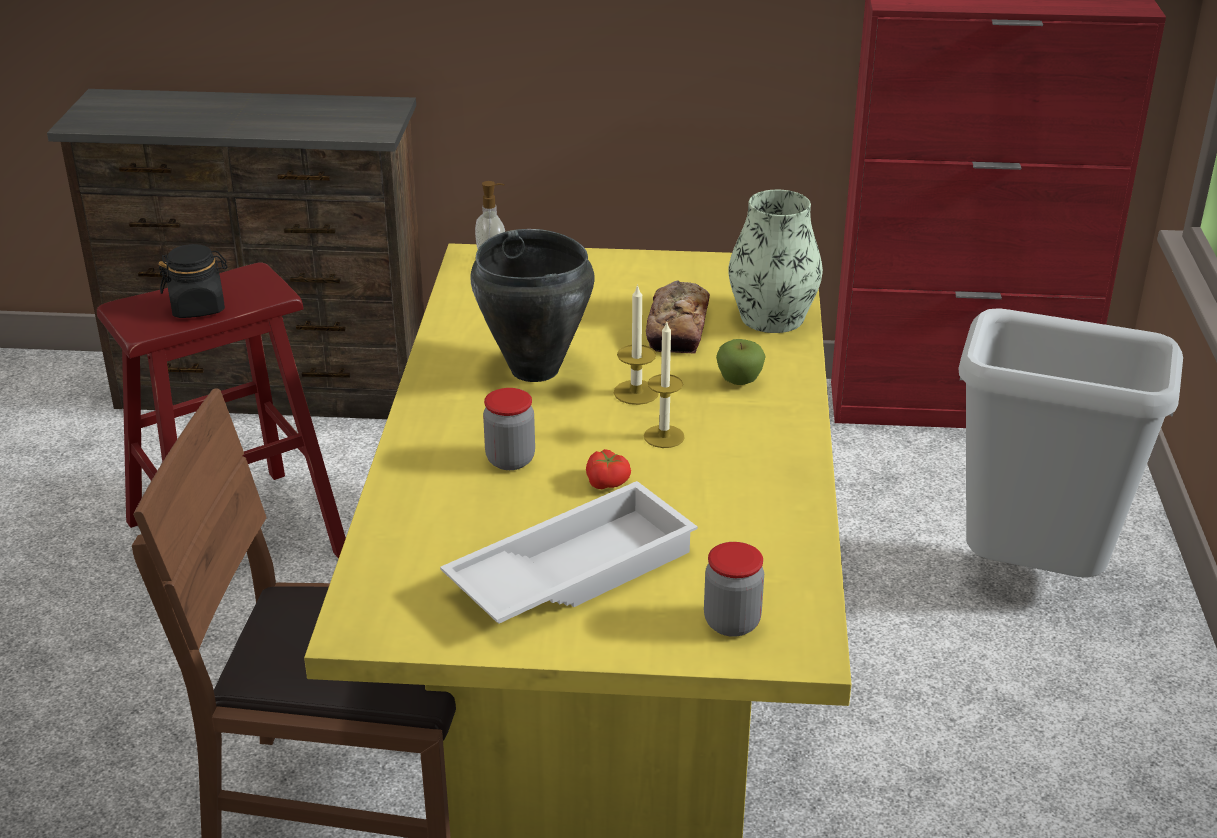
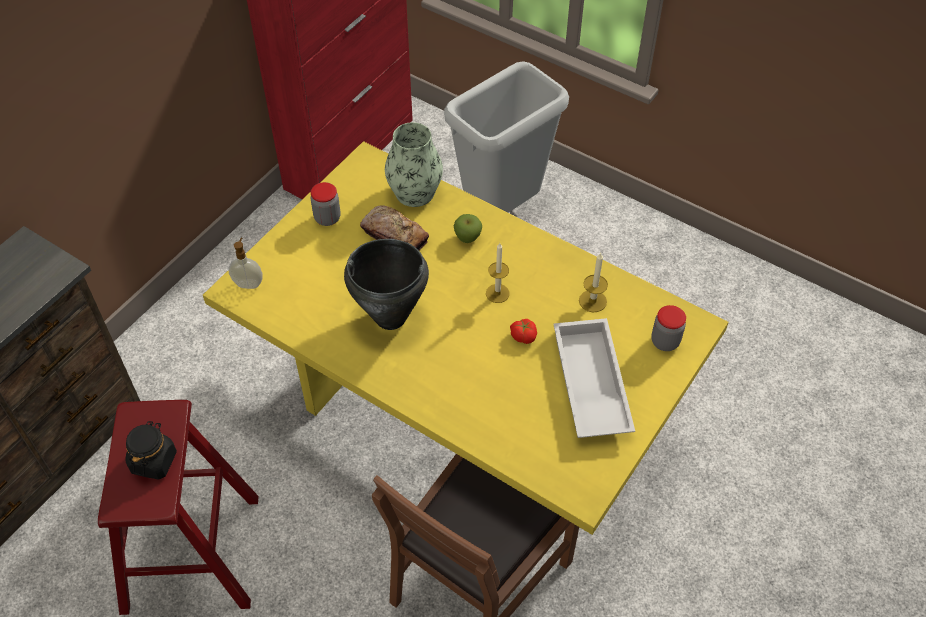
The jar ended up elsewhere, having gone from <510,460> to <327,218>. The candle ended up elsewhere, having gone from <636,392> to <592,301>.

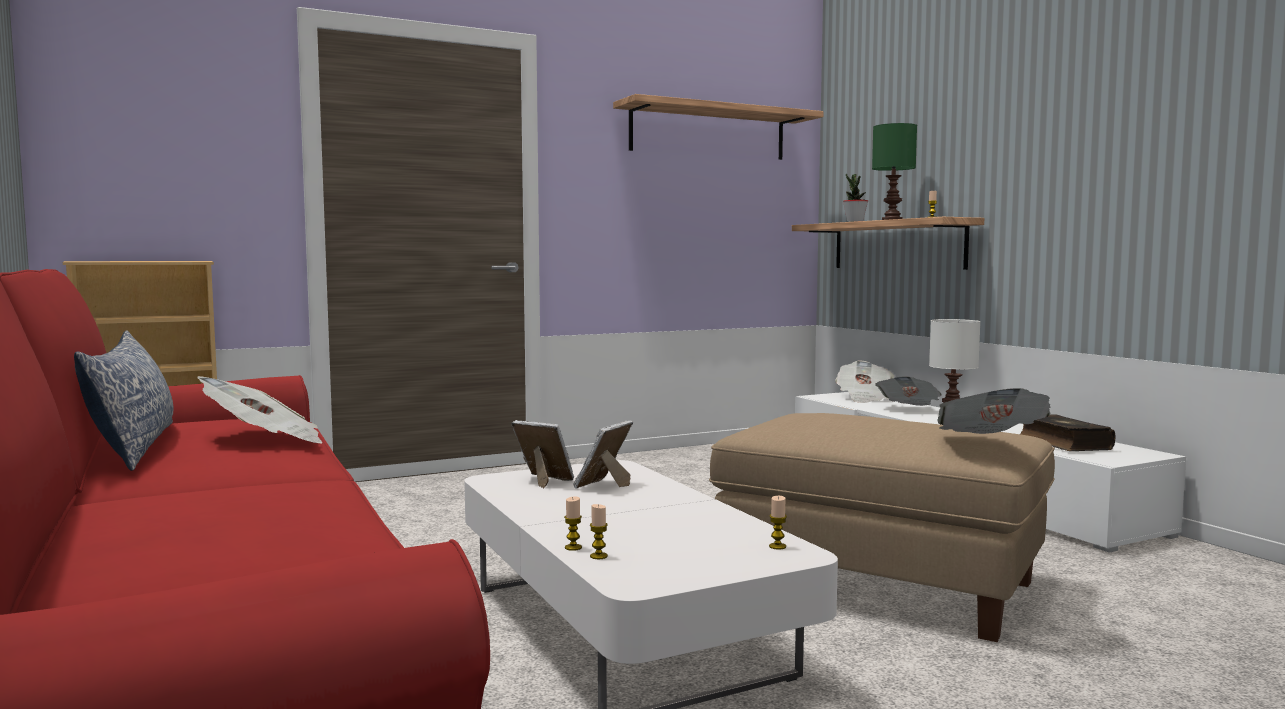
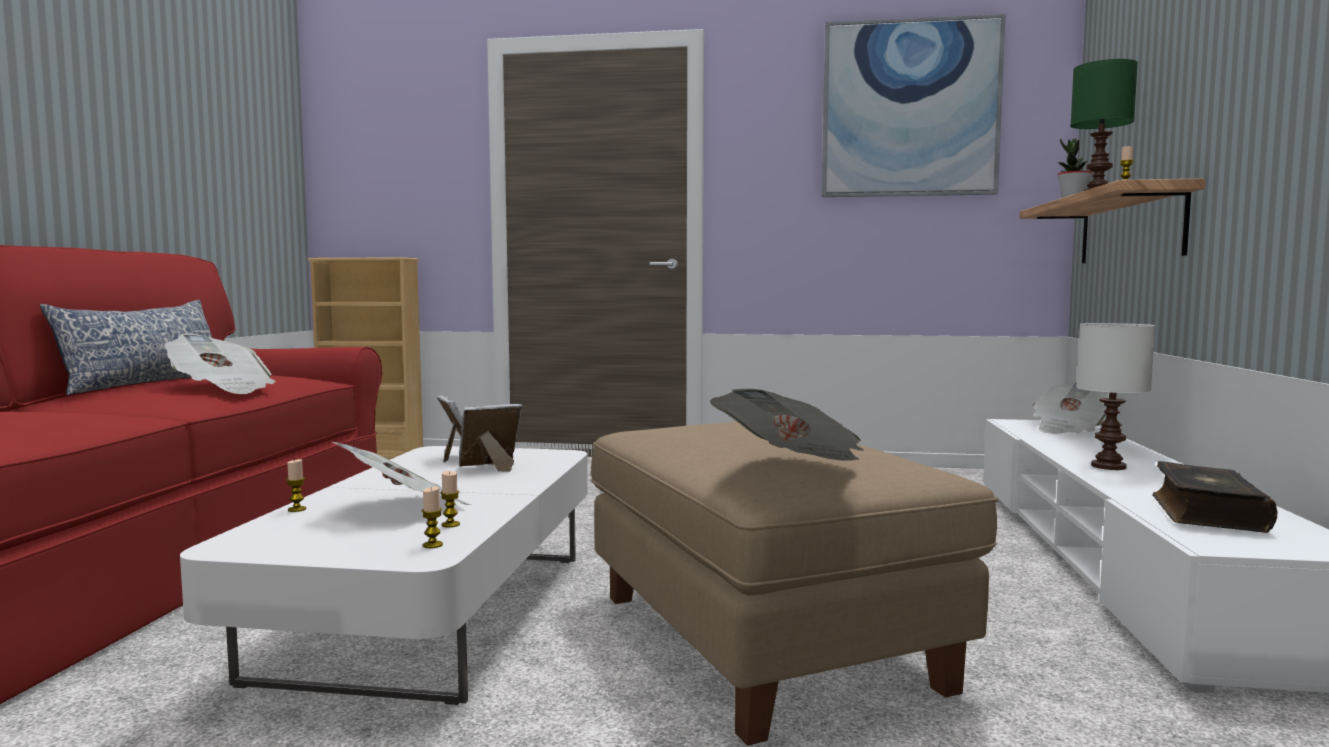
The newspaper ended up elsewhere, having gone from <909,409> to <405,508>. The candle ended up elsewhere, having gone from <598,556> to <450,525>. Where the shelf hung at <708,132>, the picture came to hang at <910,109>.

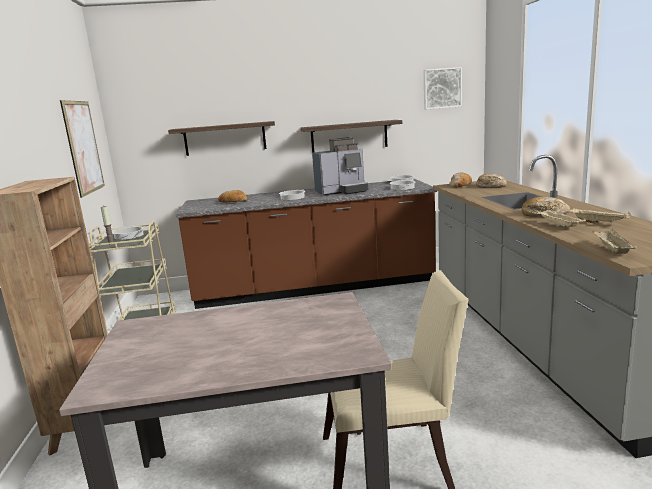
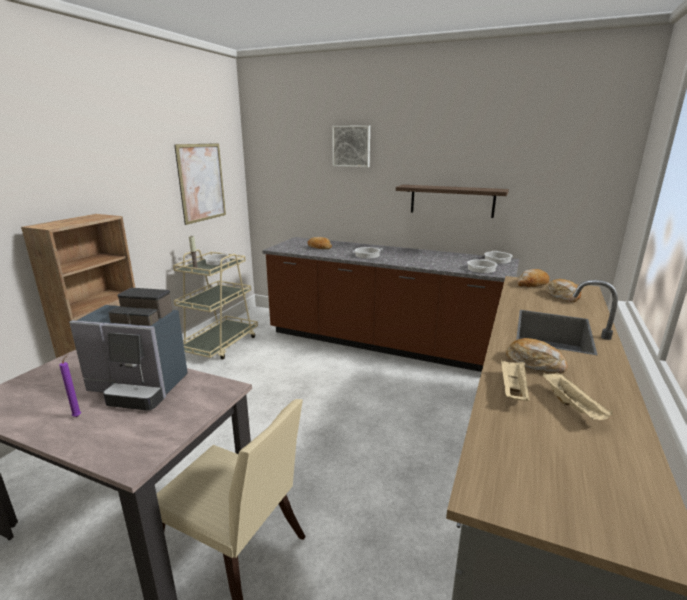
The second view gained the candle (purple) at <78,416>. The coffee machine ended up elsewhere, having gone from <342,191> to <139,388>. The picture ended up elsewhere, having gone from <442,88> to <351,146>. The second view lost the shelf at <225,138>. The second view lost the tray (beige) at <611,250>.

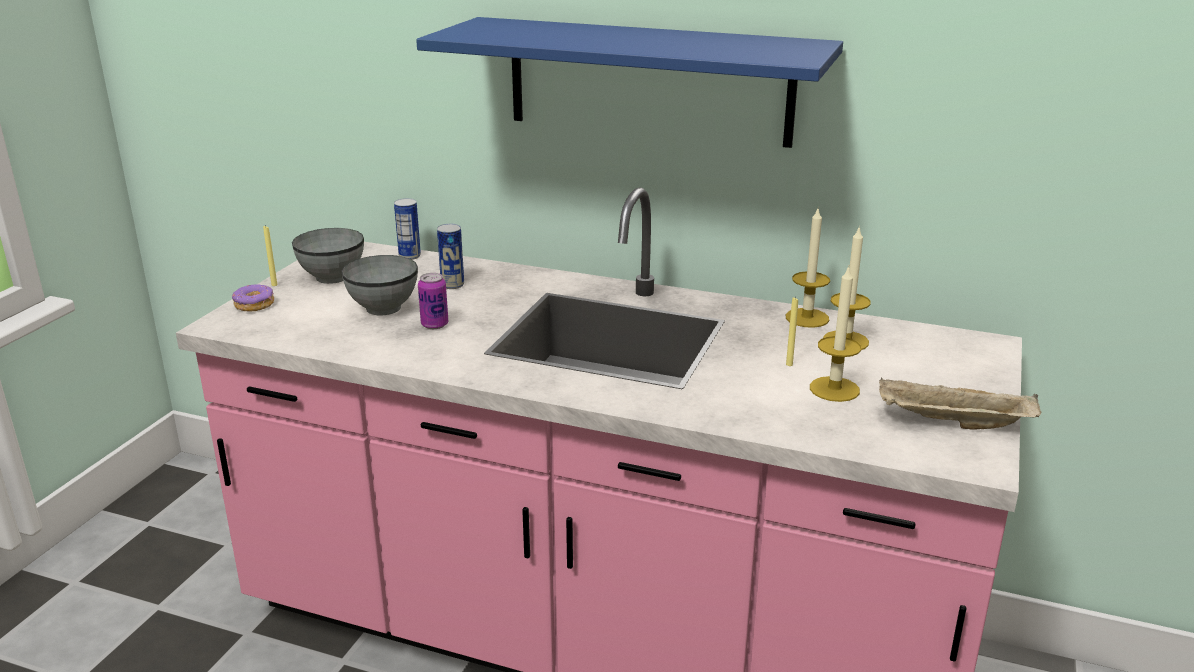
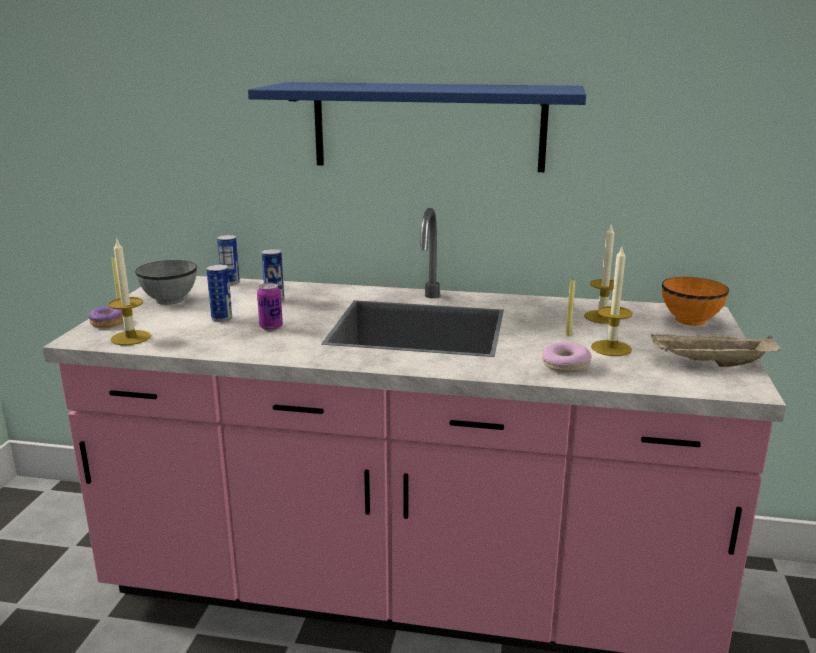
The candle ended up elsewhere, having gone from <807,318> to <130,338>. Where the bowl (grey) stood at <382,308>, the can came to stand at <221,318>. The second view gained the donut at <565,365>. The second view gained the bowl (orange) at <690,320>.

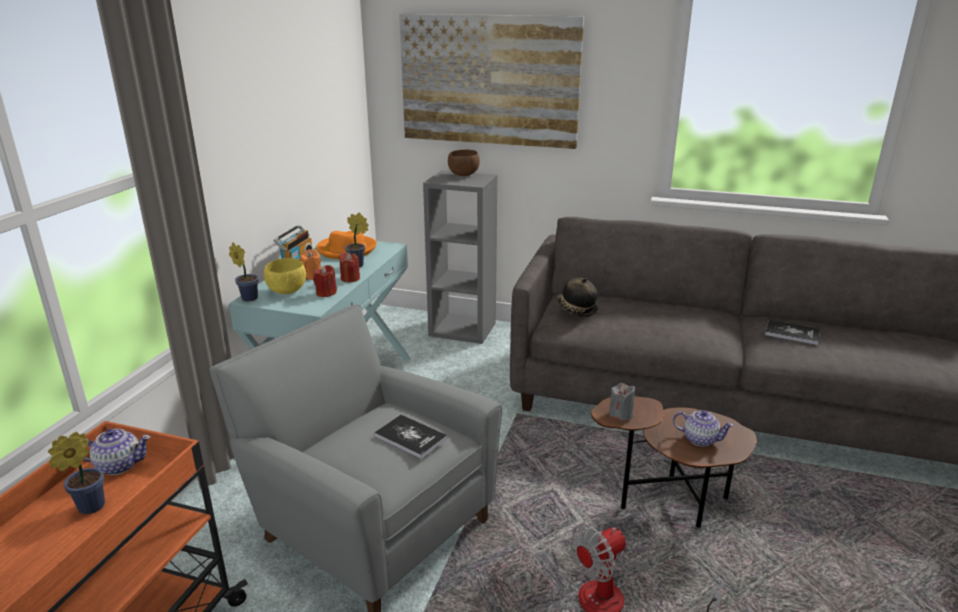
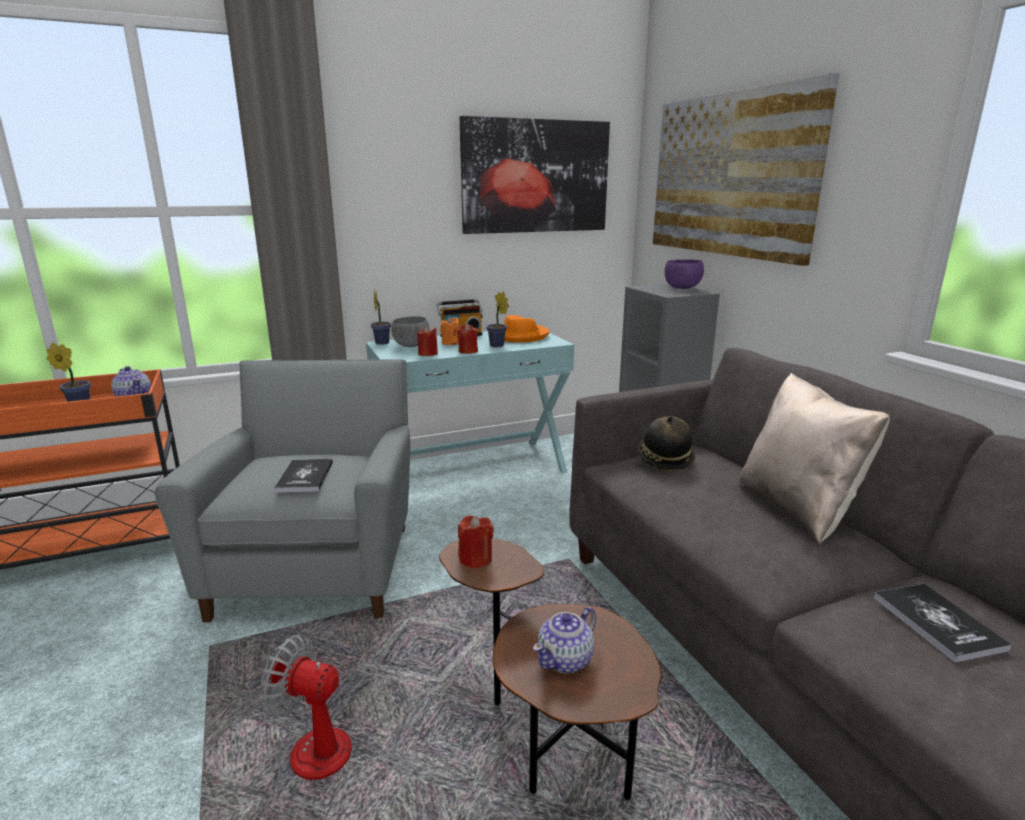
What was the bowl (yellow) at <288,291> turned into the bowl (grey) at <411,346>. What was the candle (grey) at <620,414> turned into the candle (red) at <475,559>. The second view gained the picture at <535,177>. The teapot at <699,439> ended up facing another way, 60 degrees clockwise from before. What was the bowl (brown) at <464,175> turned into the bowl (purple) at <682,288>. The second view gained the pillow (beige) at <797,508>.

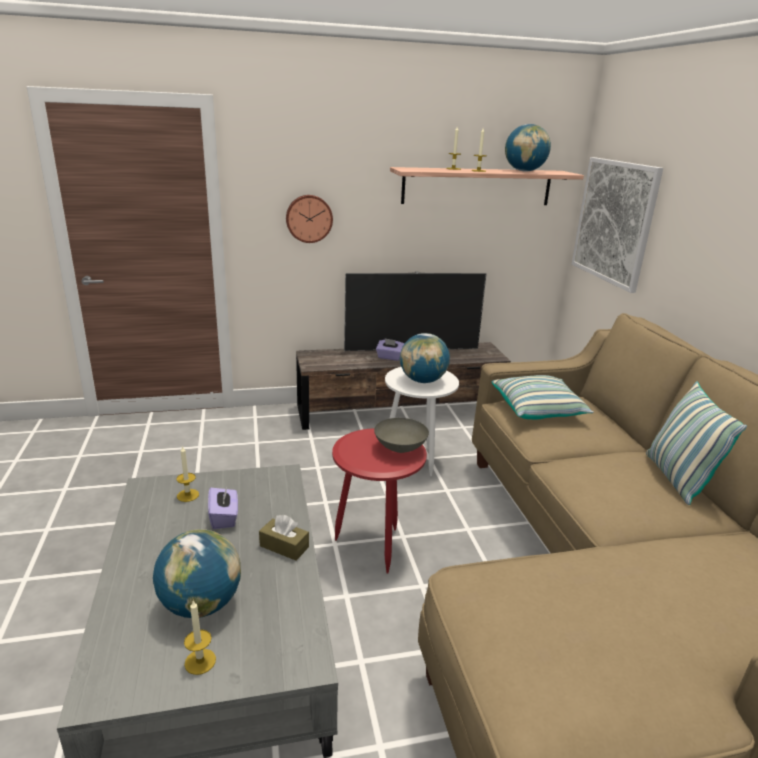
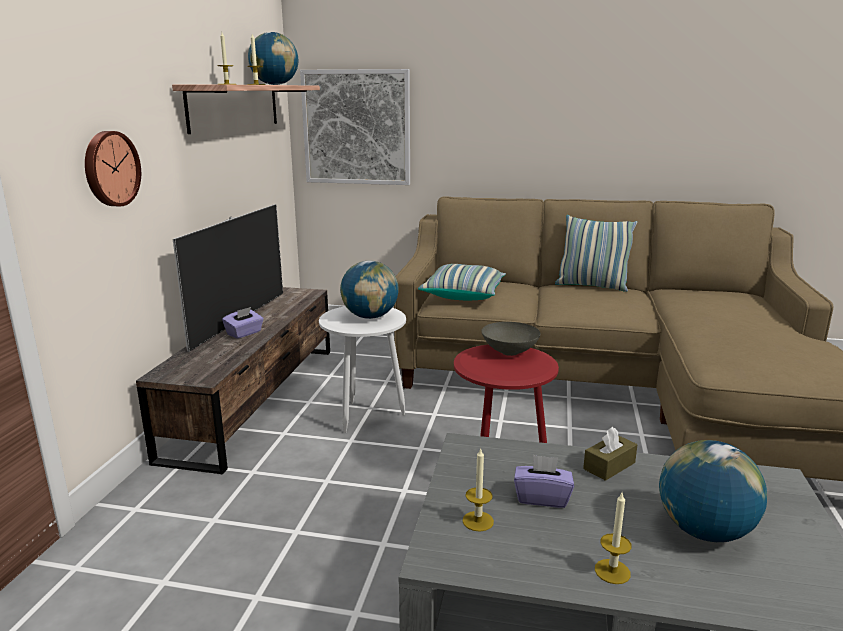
The candle ended up elsewhere, having gone from <200,661> to <612,571>.

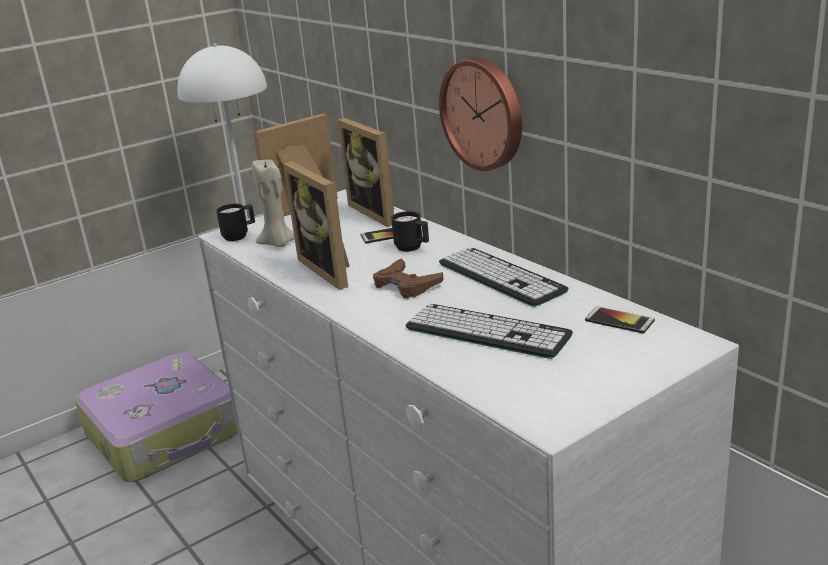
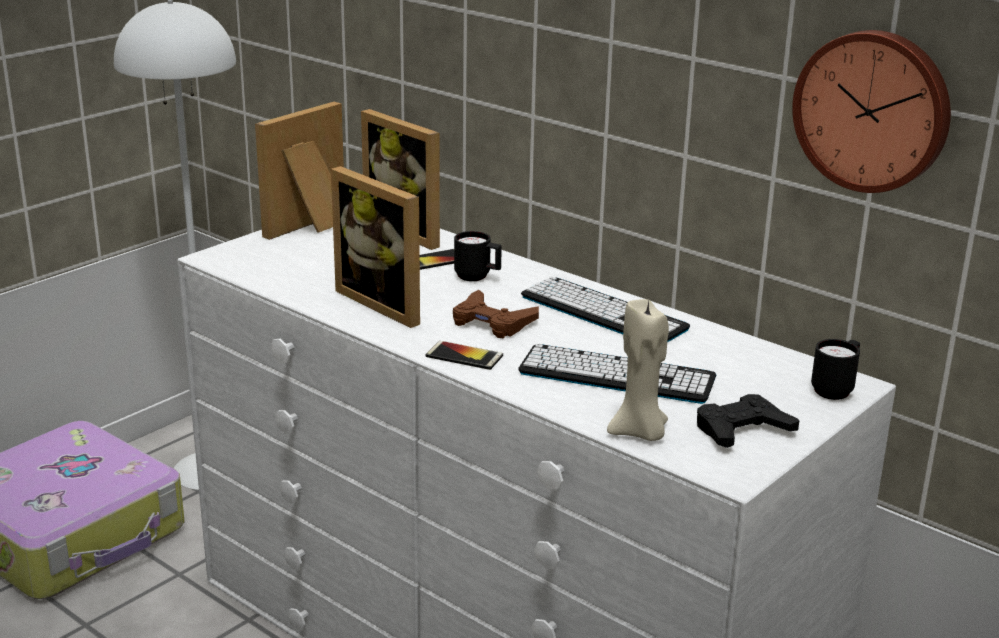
The phone ended up elsewhere, having gone from <619,321> to <464,356>. The candle (beige) ended up elsewhere, having gone from <278,244> to <640,433>. The second view gained the game controller (black) at <742,430>. The wall clock ended up elsewhere, having gone from <484,113> to <873,110>. The mug (black) ended up elsewhere, having gone from <239,236> to <835,389>.

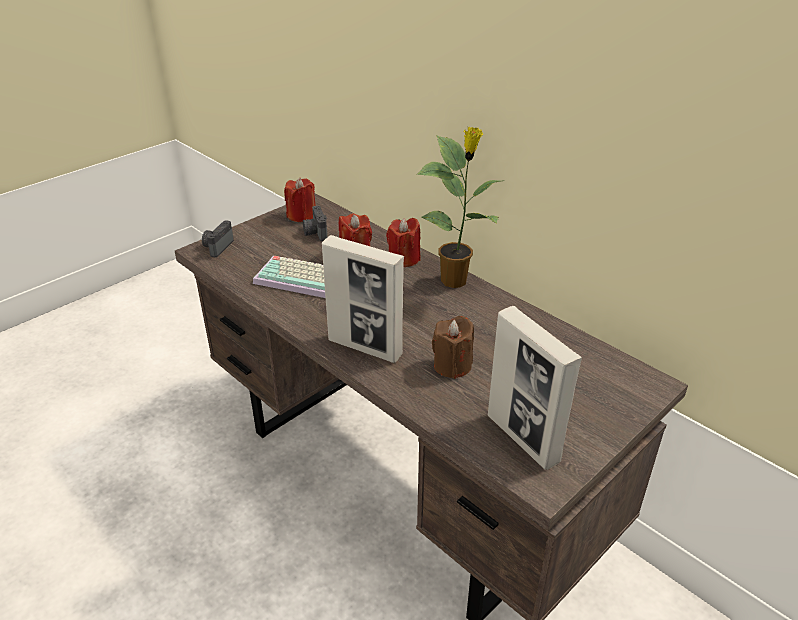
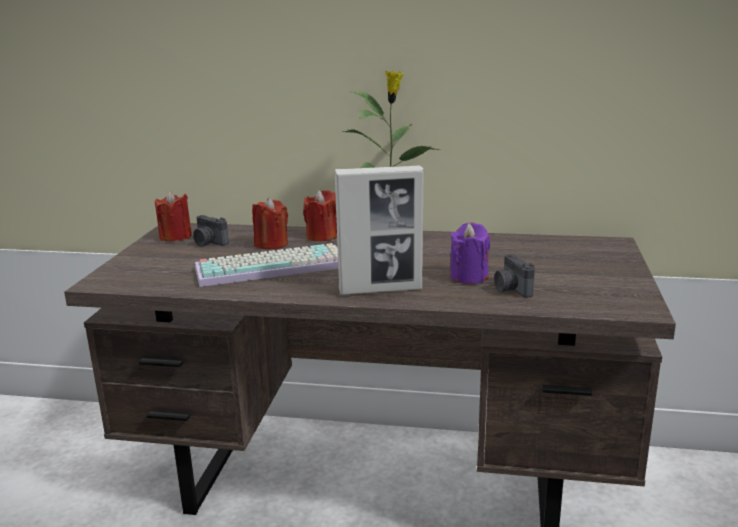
What was the candle (brown) at <452,366> turned into the candle (purple) at <469,277>. The photo camera ended up elsewhere, having gone from <217,247> to <511,289>. The second view lost the picture frame at <523,439>.

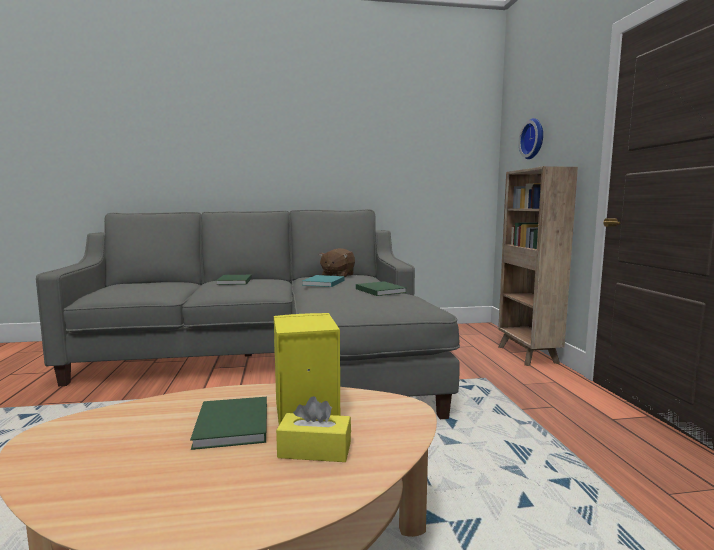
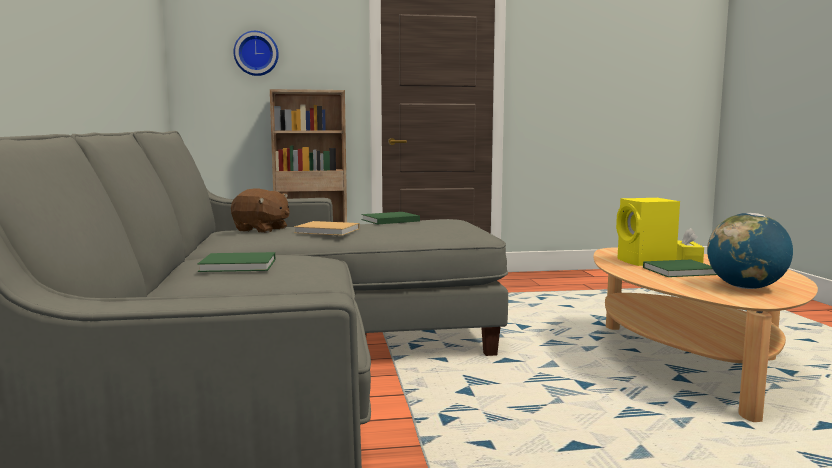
What was the book (turquoise) at <323,283> turned into the book (beige) at <329,231>. The second view gained the globe at <746,287>.

